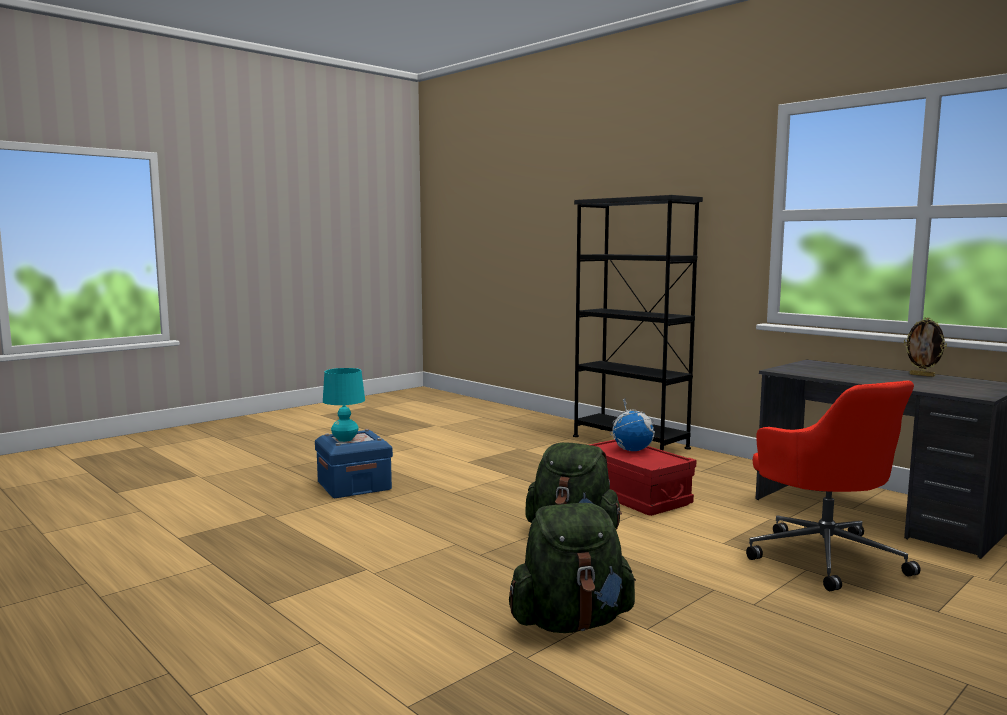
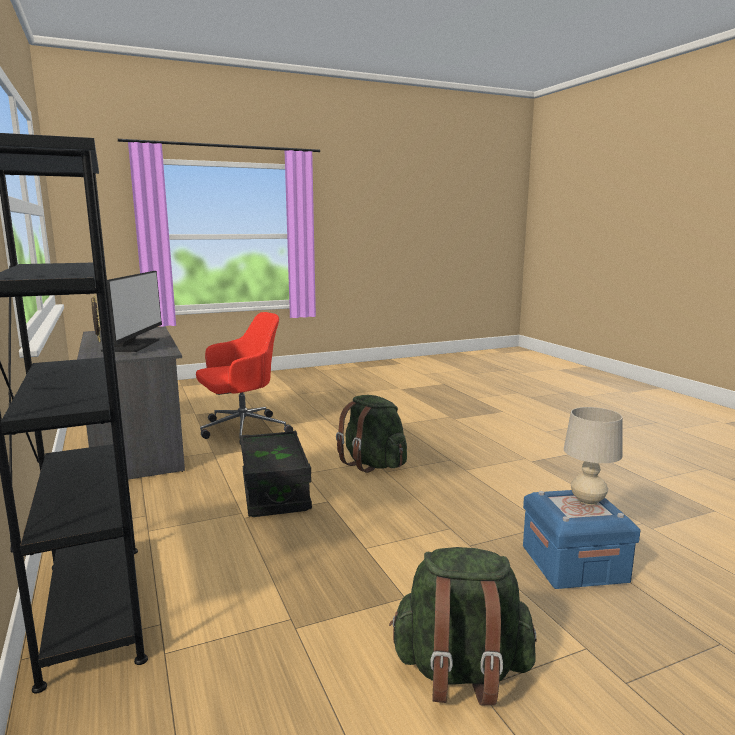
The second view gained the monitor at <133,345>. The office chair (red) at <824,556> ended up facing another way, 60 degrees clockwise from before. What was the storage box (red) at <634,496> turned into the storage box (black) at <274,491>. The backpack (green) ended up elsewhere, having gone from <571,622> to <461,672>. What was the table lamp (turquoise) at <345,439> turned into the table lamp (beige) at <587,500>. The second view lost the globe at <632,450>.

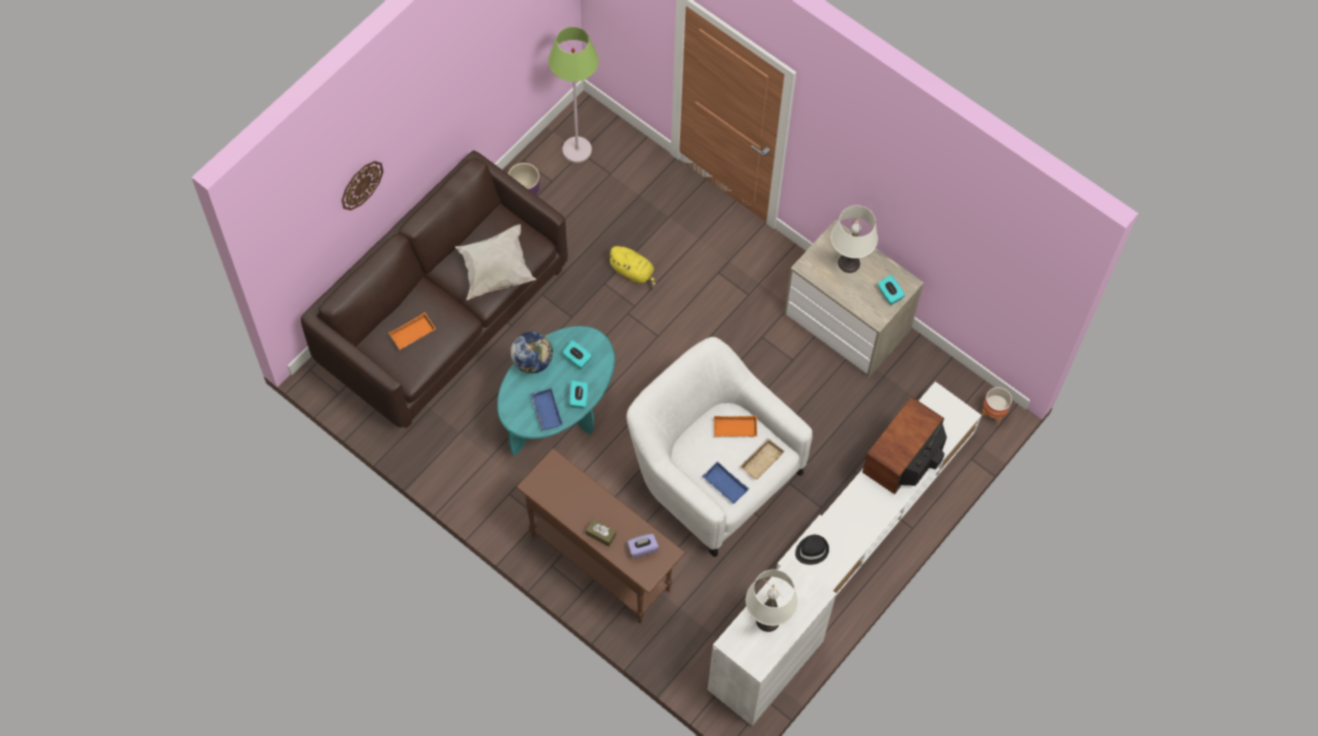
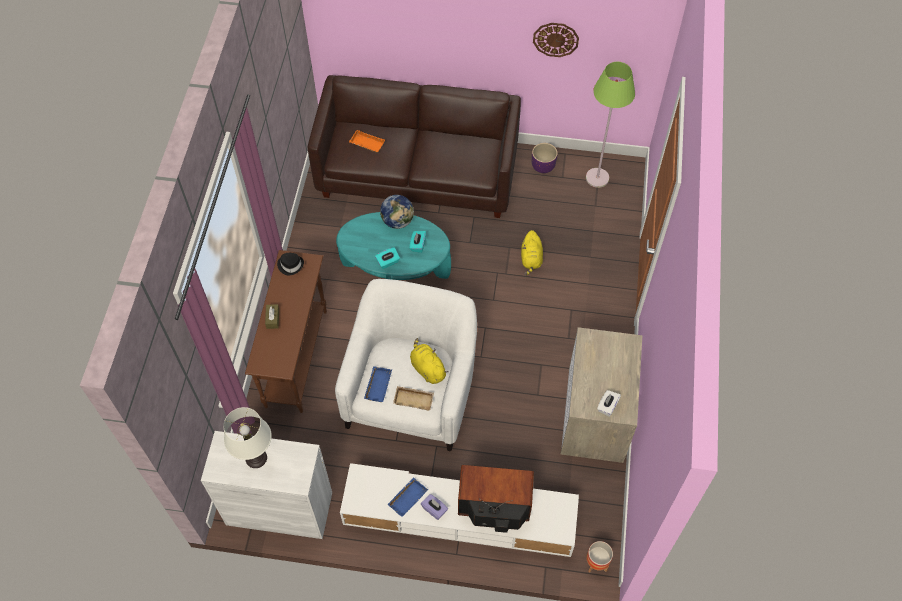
The hat (black) ended up elsewhere, having gone from <811,550> to <290,265>. The tray (blue) ended up elsewhere, having gone from <545,411> to <407,497>. Where the tray (orange) stood at <734,429>, the plush toy (yellow) came to stand at <427,368>. The tissue box (purple) ended up elsewhere, having gone from <642,549> to <434,509>. The wall clock ended up elsewhere, having gone from <361,185> to <555,39>. What was the tissue box (turquoise) at <889,294> turned into the tissue box (white) at <607,406>. The second view lost the pillow (white) at <495,271>. The second view lost the table lamp (white) at <849,263>.

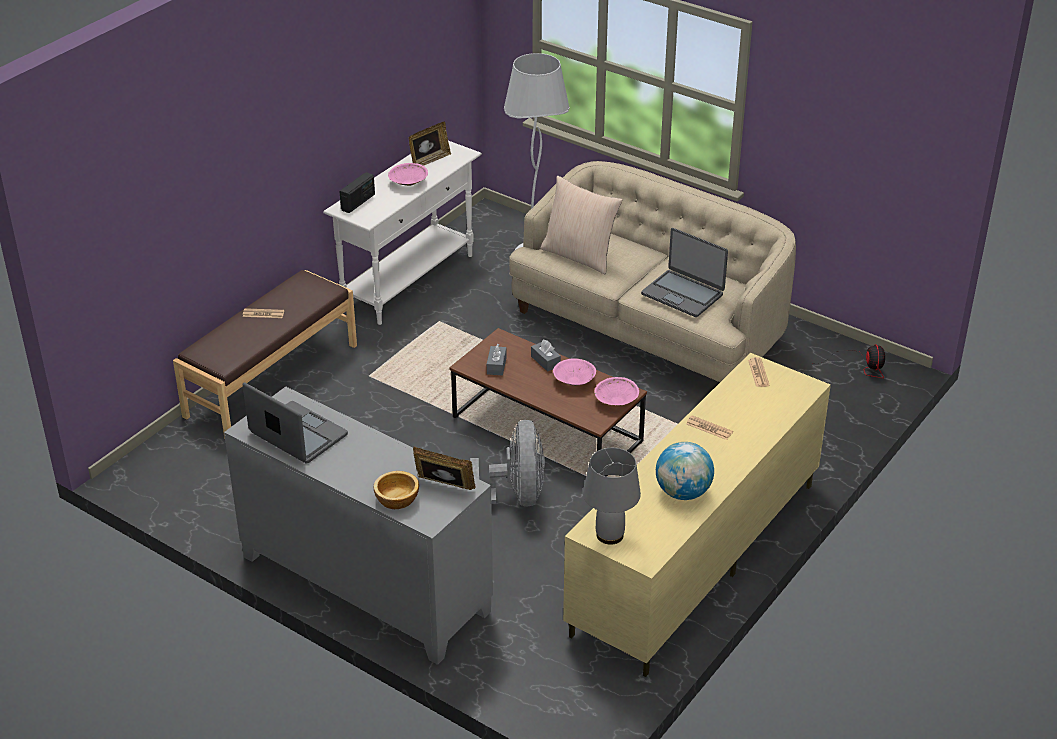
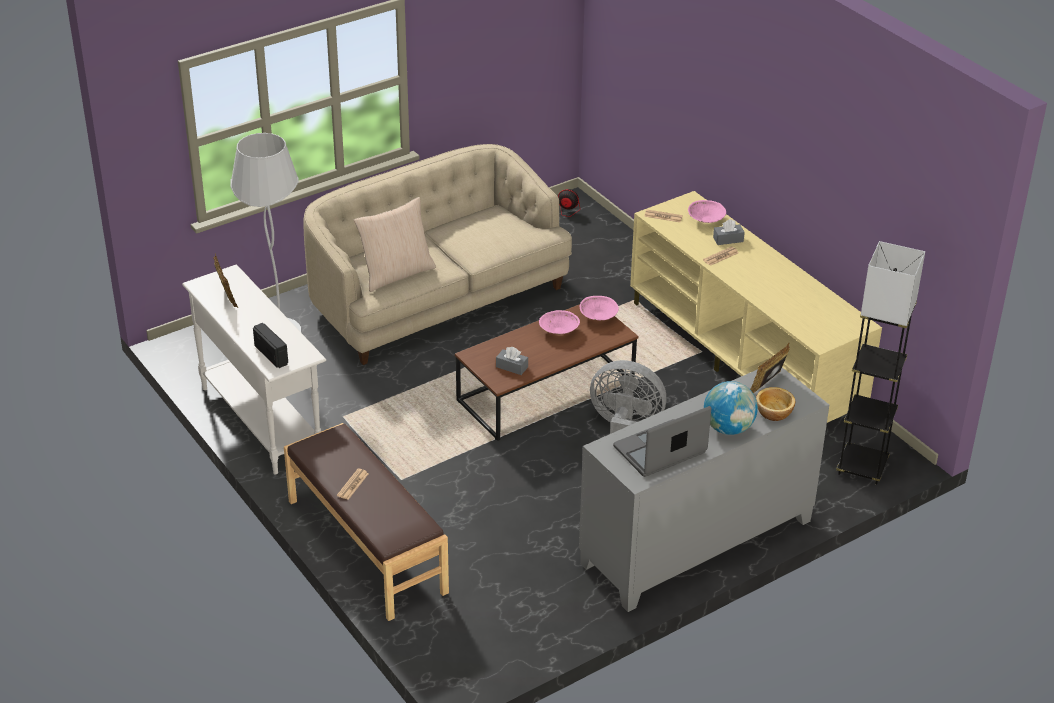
The bowl (pink) ended up elsewhere, having gone from <408,183> to <706,220>. The globe ended up elsewhere, having gone from <683,492> to <728,428>. The tissue box (grey) ended up elsewhere, having gone from <545,361> to <728,239>. The second view gained the floor lamp (grey) at <862,467>. The second view lost the table lamp (grey) at <610,535>. The second view lost the laptop at <683,294>.

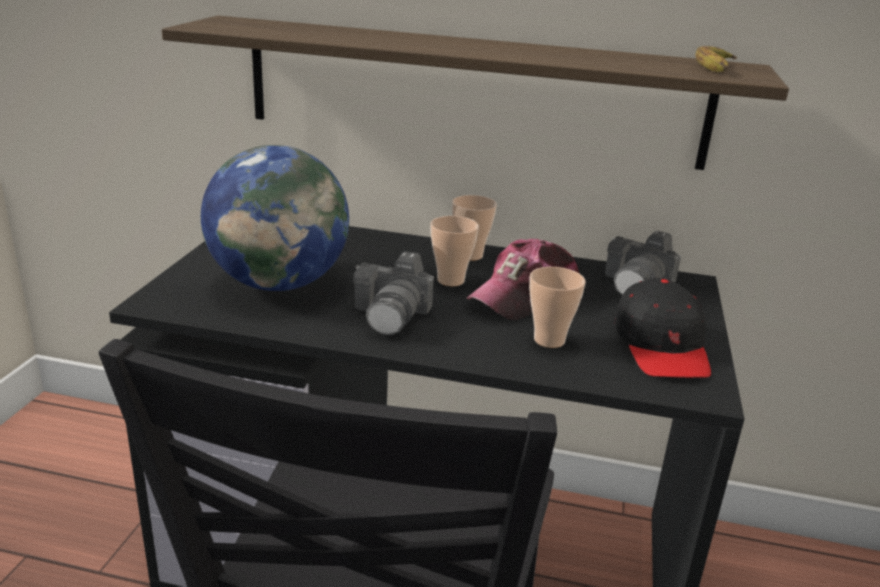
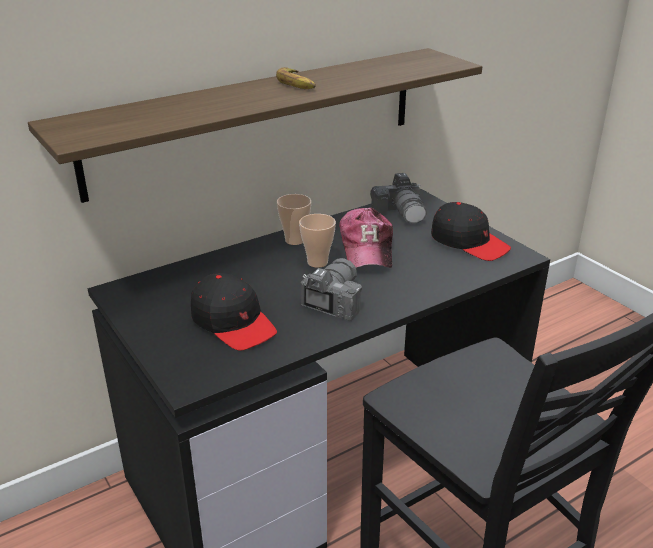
Where the globe stood at <279,283>, the cap (black) came to stand at <233,322>. The banana ended up elsewhere, having gone from <716,68> to <297,84>. The photo camera at <393,314> ended up facing another way, 120 degrees counterclockwise from before. The second view lost the cup at <549,340>.

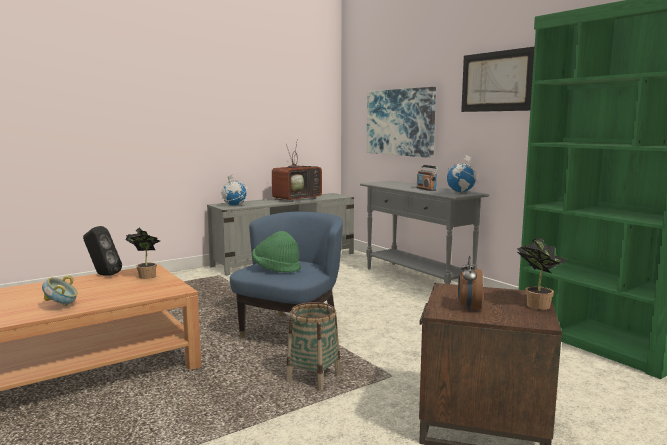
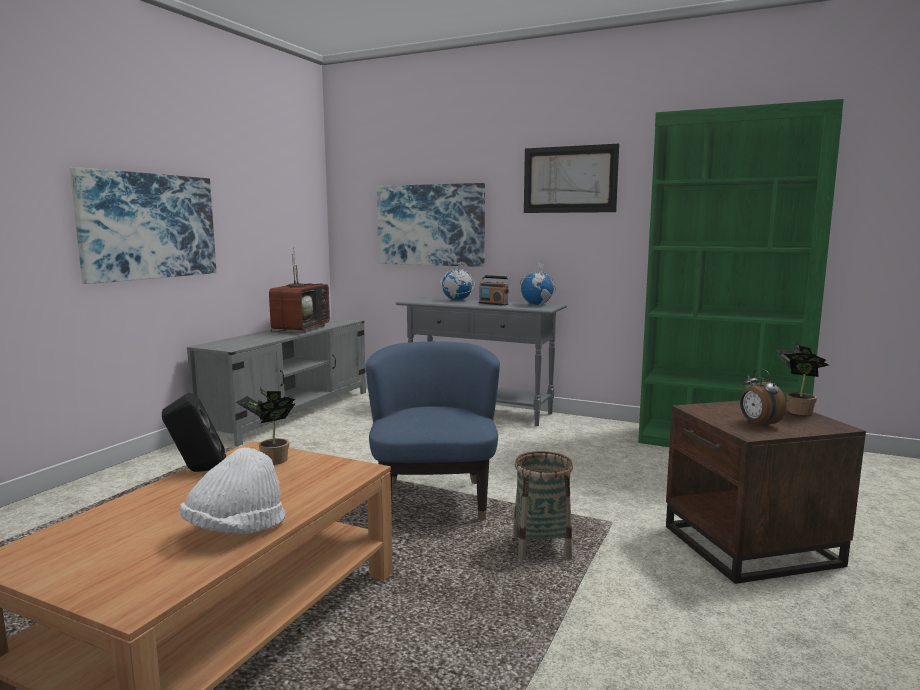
The second view gained the picture at <149,226>. Where the bowl stood at <61,306>, the hat (white) came to stand at <235,530>. The globe ended up elsewhere, having gone from <234,205> to <457,300>. The second view lost the hat (green) at <276,269>.

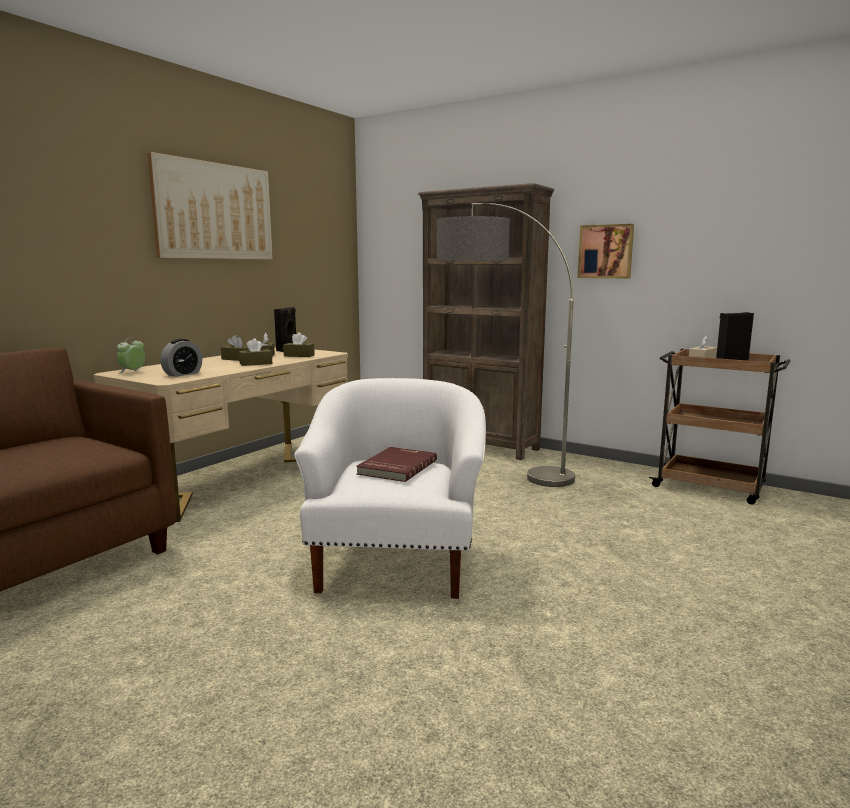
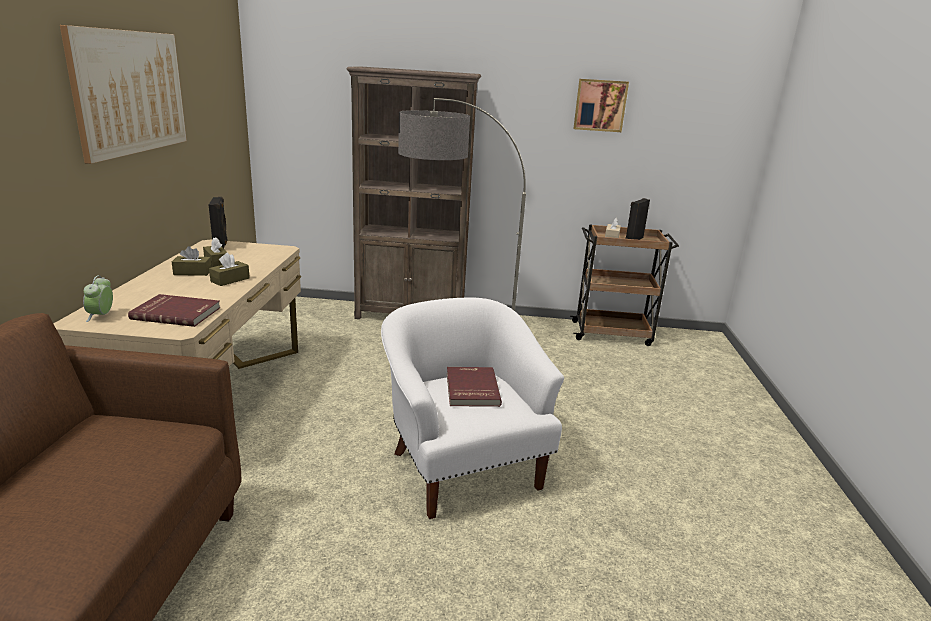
Where the alarm clock stood at <183,374>, the book (red) came to stand at <177,313>. The picture ended up elsewhere, having gone from <606,251> to <600,105>. The second view lost the tissue box (brown) at <299,355>.

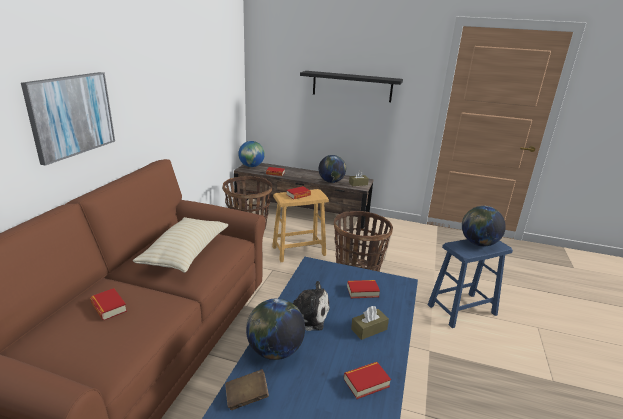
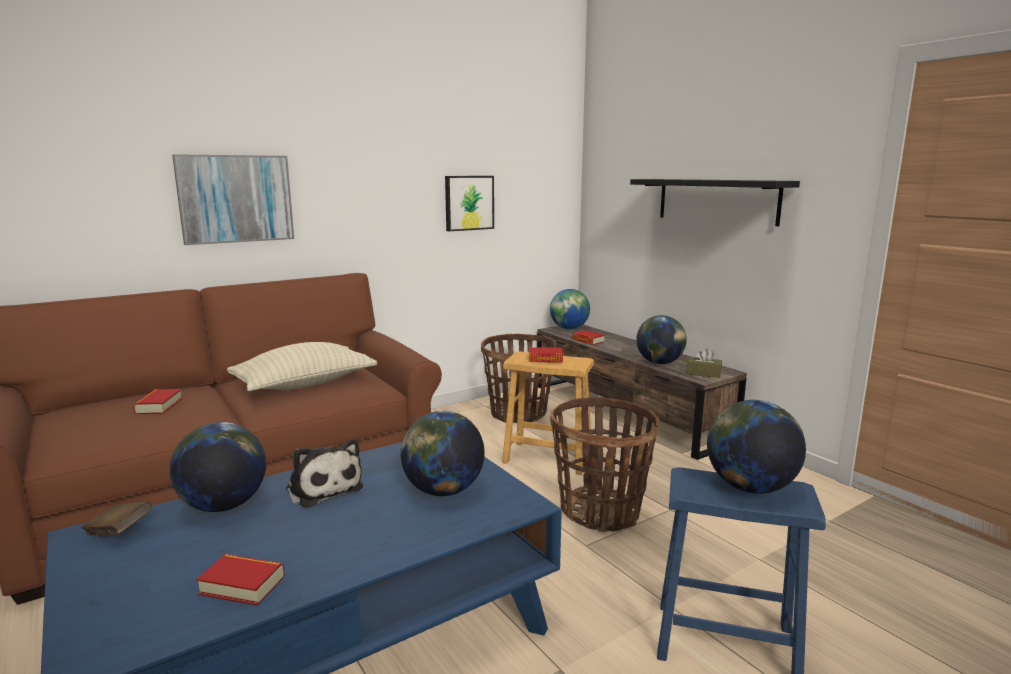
Where the book stood at <362,291>, the globe came to stand at <443,491>. The second view gained the picture at <468,203>. The second view lost the tissue box (brown) at <369,329>.

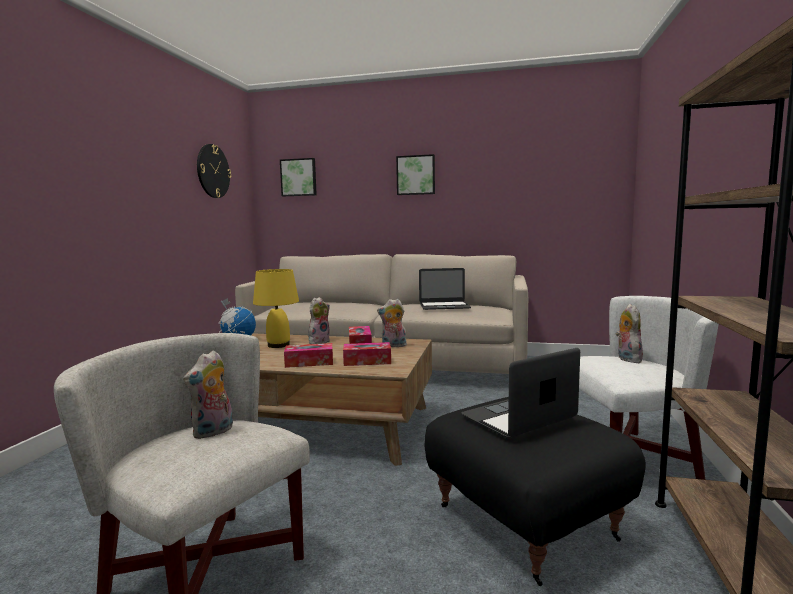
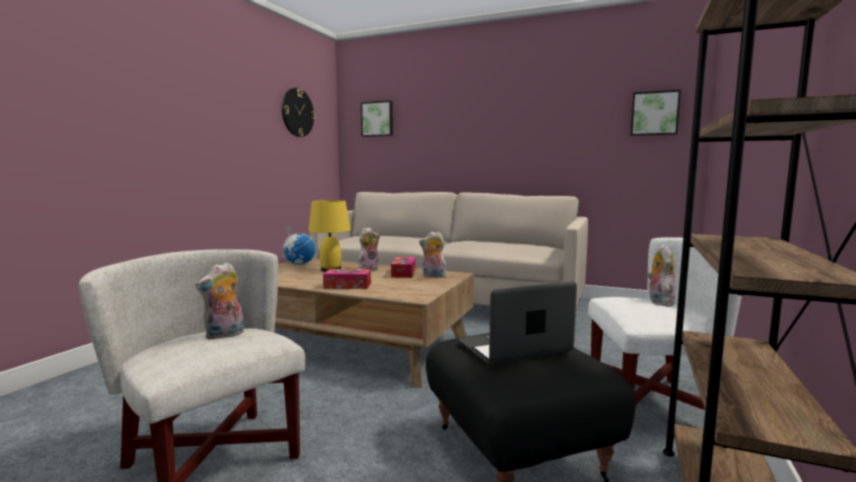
The picture ended up elsewhere, having gone from <416,175> to <654,113>. The second view lost the tissue box at <367,361>. The second view lost the laptop at <444,306>.

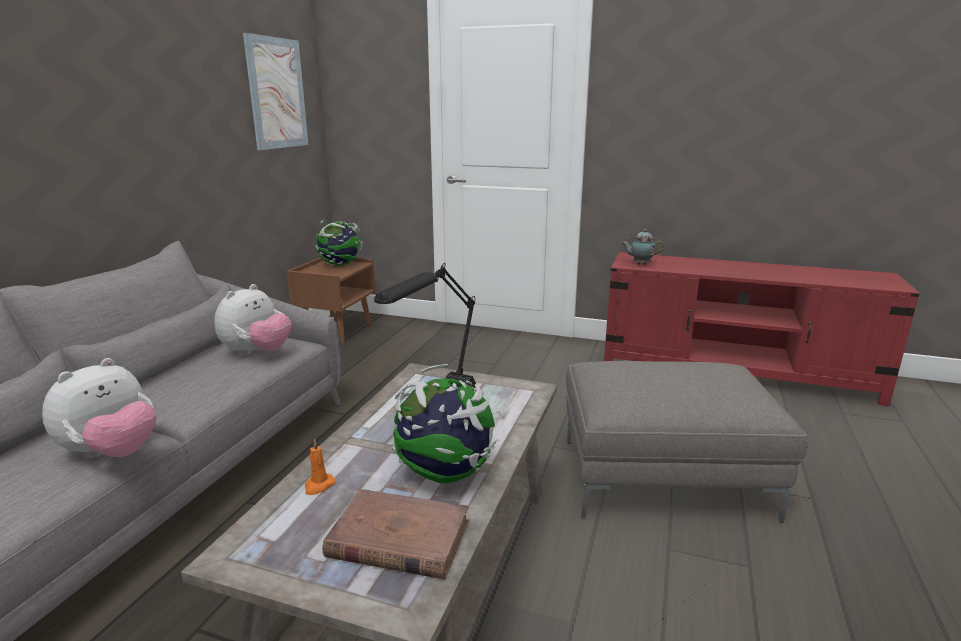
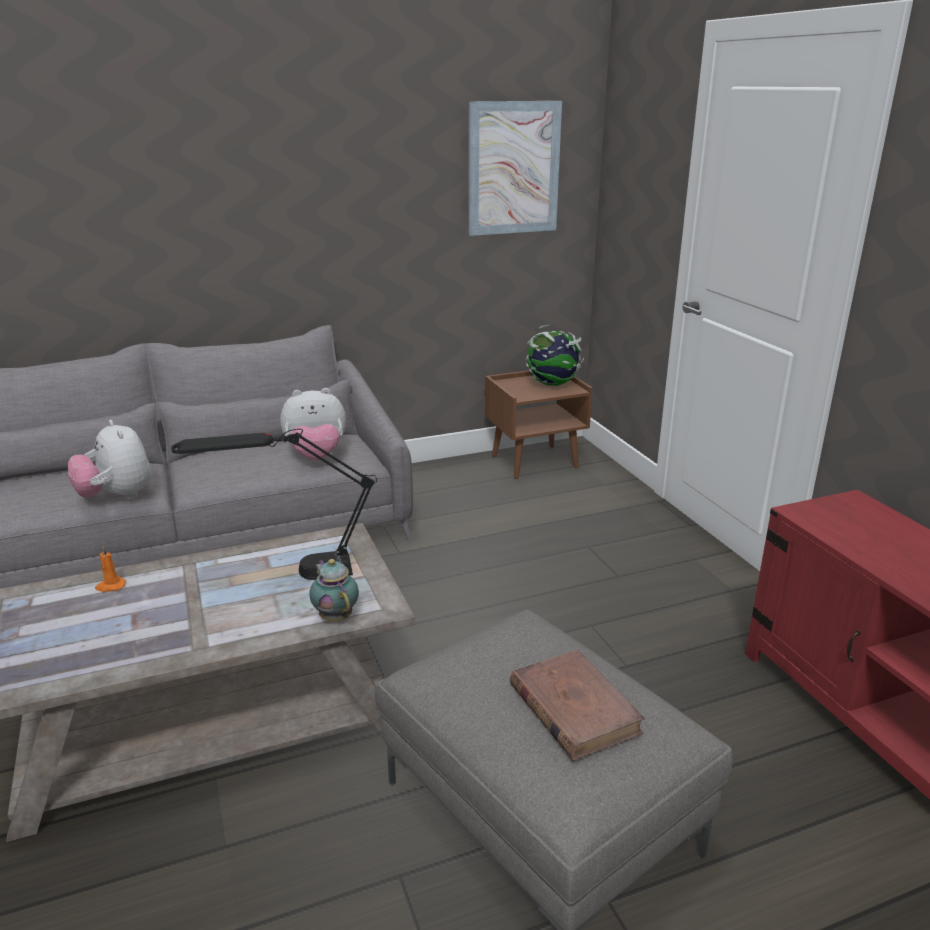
The plush toy at <112,453> ended up facing another way, 60 degrees clockwise from before. The teapot ended up elsewhere, having gone from <640,264> to <335,616>. The book (brown) ended up elsewhere, having gone from <398,539> to <573,708>. The second view lost the globe at <445,474>.

